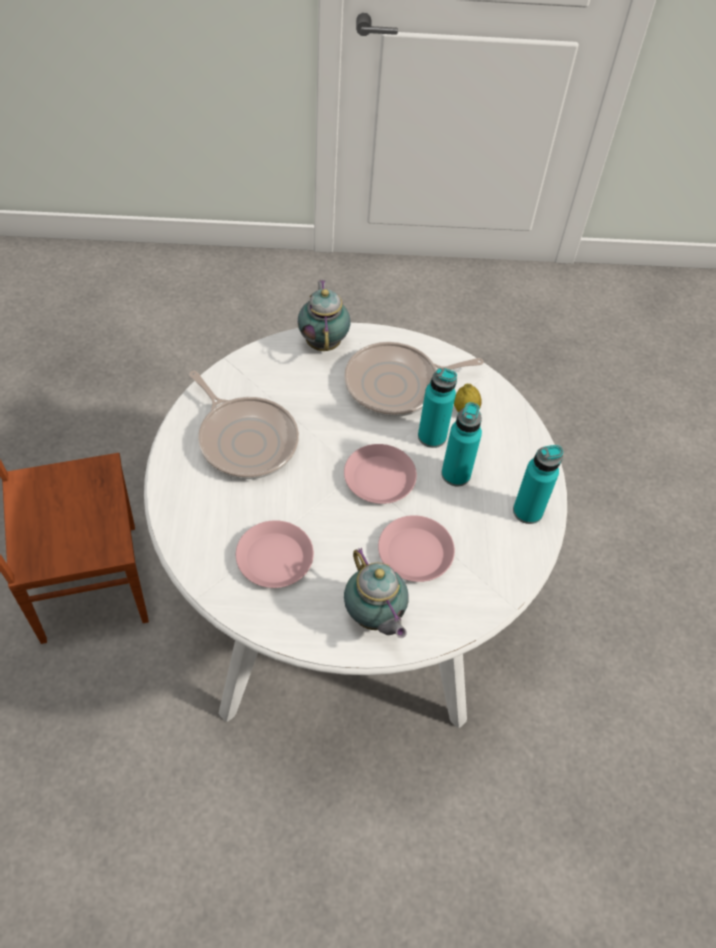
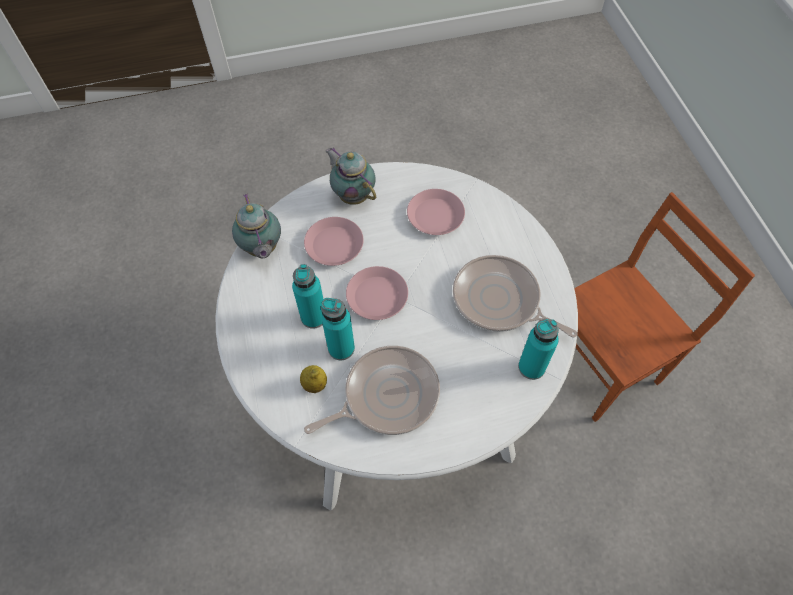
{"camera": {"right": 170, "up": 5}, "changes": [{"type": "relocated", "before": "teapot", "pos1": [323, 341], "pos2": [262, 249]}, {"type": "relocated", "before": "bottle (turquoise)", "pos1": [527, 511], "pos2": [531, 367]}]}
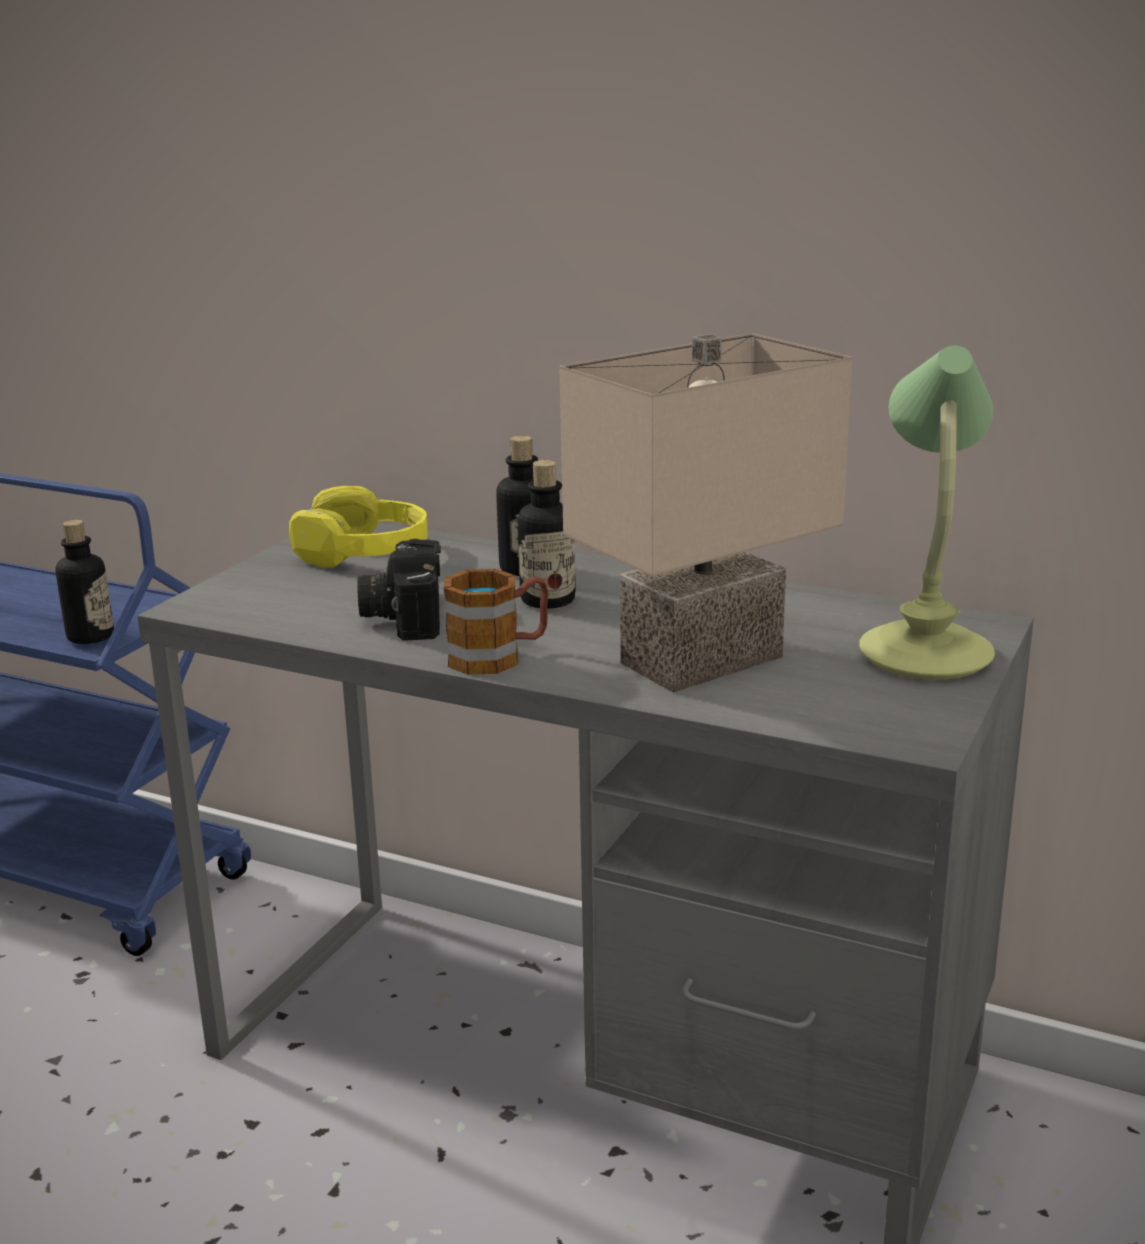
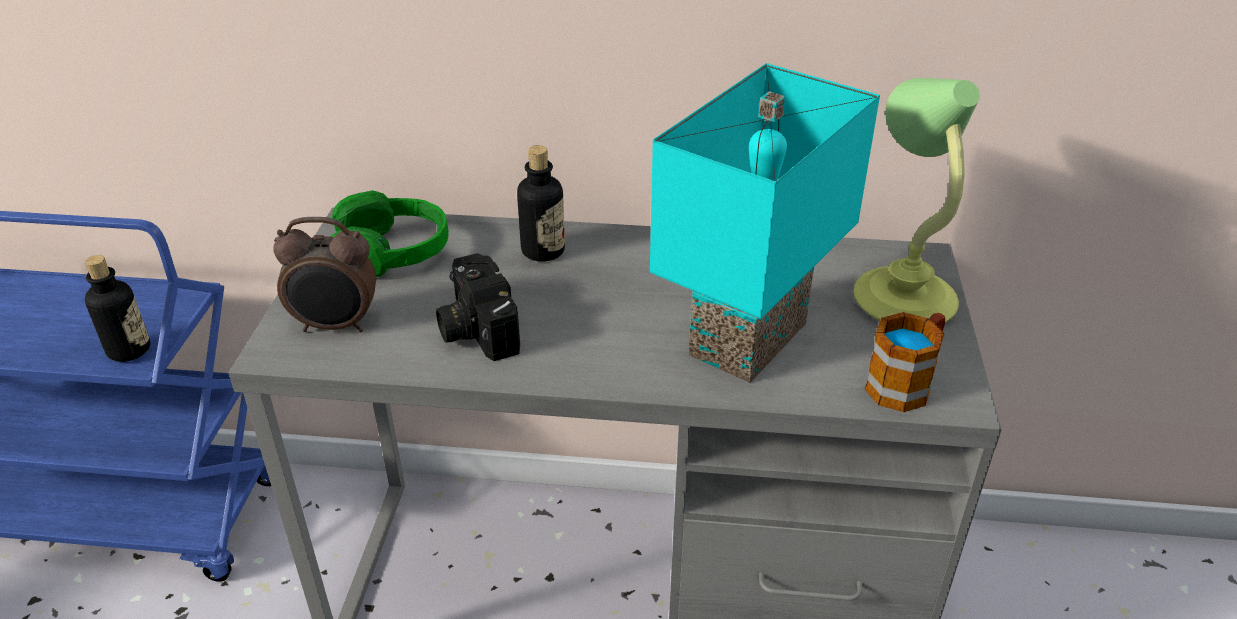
{"camera": {"right": -20, "up": 15}, "changes": [{"type": "missing", "before": "bottle", "pos1": [548, 600]}, {"type": "appeared", "after": "alarm clock", "pos2": [336, 326]}, {"type": "relocated", "before": "mug", "pos1": [499, 656], "pos2": [905, 382]}, {"type": "colour", "before": "headphones (yellow)", "after": "headphones (green)", "pos1": [364, 553], "pos2": [392, 252]}, {"type": "colour", "before": "table lamp (beige)", "after": "table lamp (turquoise)", "pos1": [704, 663], "pos2": [752, 342]}]}
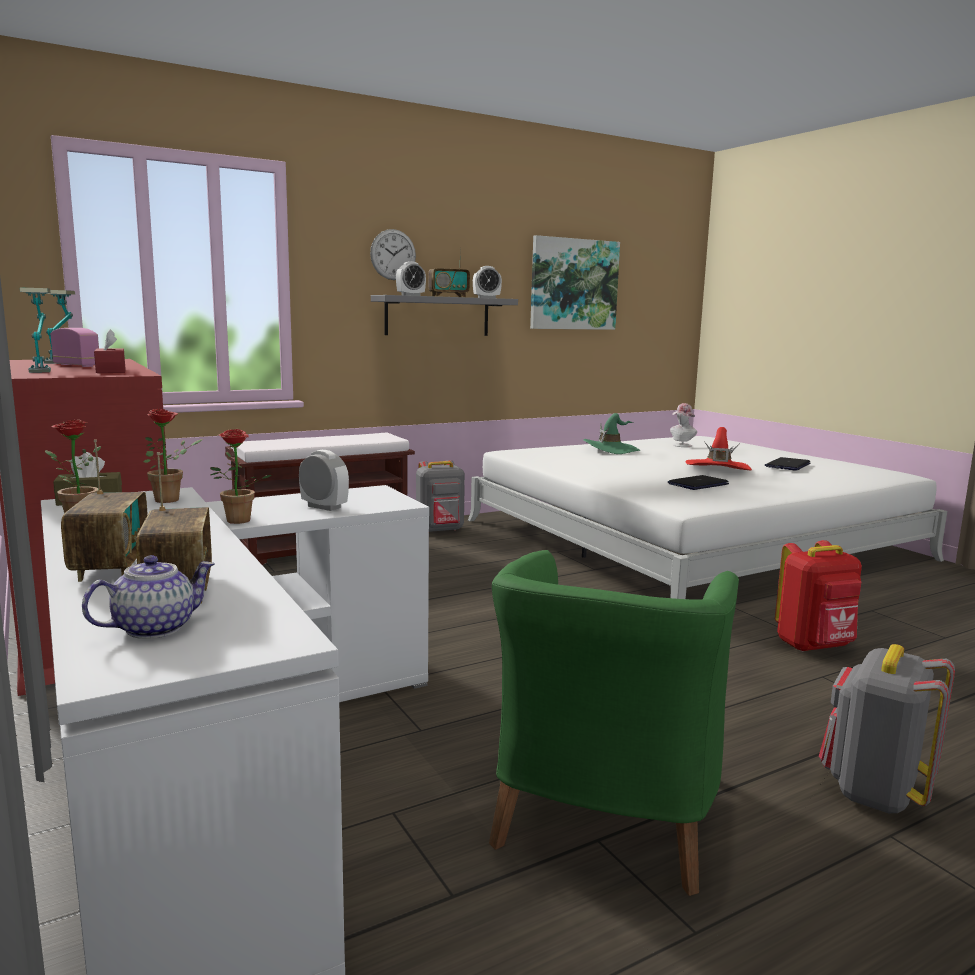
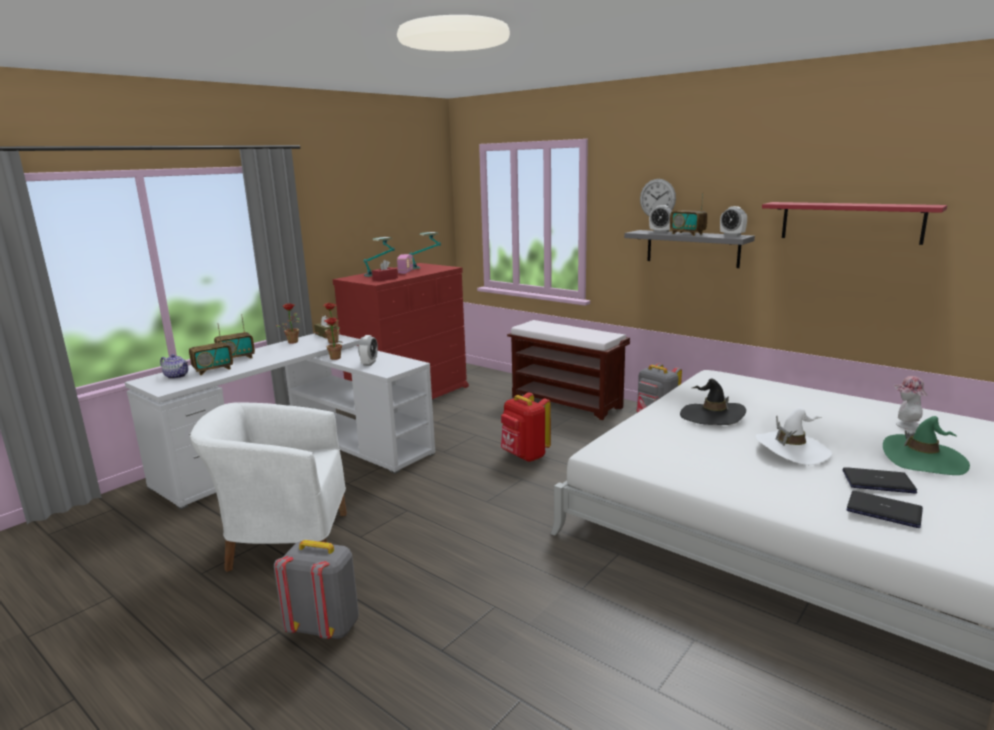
{"camera": {"right": 70, "up": 5}, "changes": [{"type": "appeared", "after": "hat (black)", "pos2": [712, 416]}, {"type": "relocated", "before": "hat (green)", "pos1": [611, 449], "pos2": [923, 459]}, {"type": "relocated", "before": "laptop", "pos1": [698, 484], "pos2": [884, 510]}, {"type": "relocated", "before": "backpack (red)", "pos1": [814, 646], "pos2": [524, 456]}, {"type": "exchanged", "before": "picture", "after": "shelf (red)", "pos1": [573, 284], "pos2": [850, 222]}, {"type": "colour", "before": "armchair (green)", "after": "armchair (white)", "pos1": [604, 815], "pos2": [283, 541]}, {"type": "colour", "before": "hat (red)", "after": "hat (white)", "pos1": [718, 468], "pos2": [792, 450]}]}
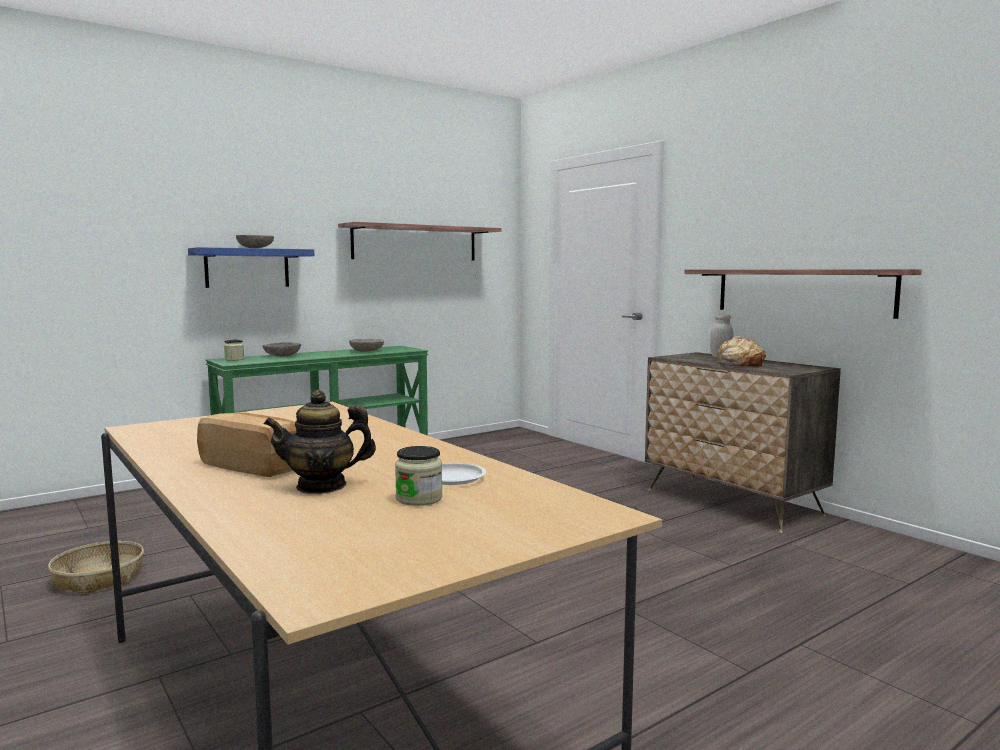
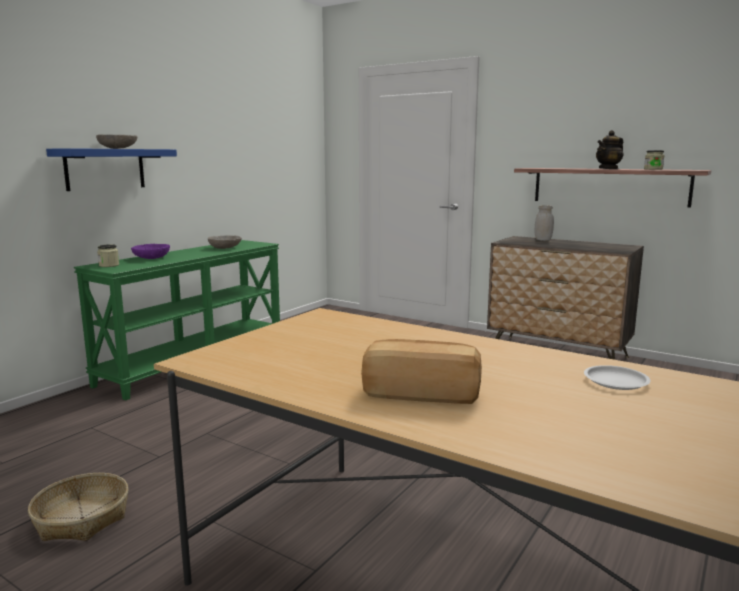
{"camera": {"right": -20, "up": 5}, "changes": [{"type": "missing", "before": "shelf", "pos1": [415, 243]}, {"type": "missing", "before": "bread", "pos1": [739, 363]}, {"type": "relocated", "before": "teapot", "pos1": [322, 486], "pos2": [608, 169]}, {"type": "relocated", "before": "jar", "pos1": [419, 499], "pos2": [653, 169]}, {"type": "colour", "before": "bowl (grey)", "after": "bowl (purple)", "pos1": [282, 356], "pos2": [151, 258]}]}
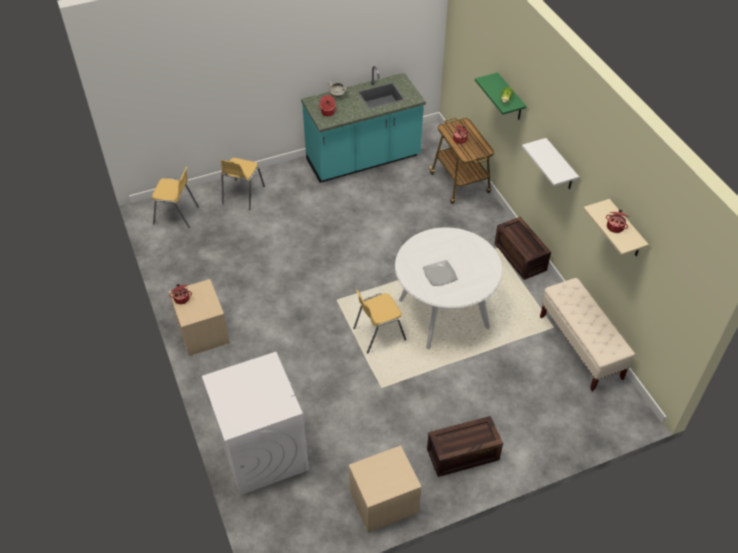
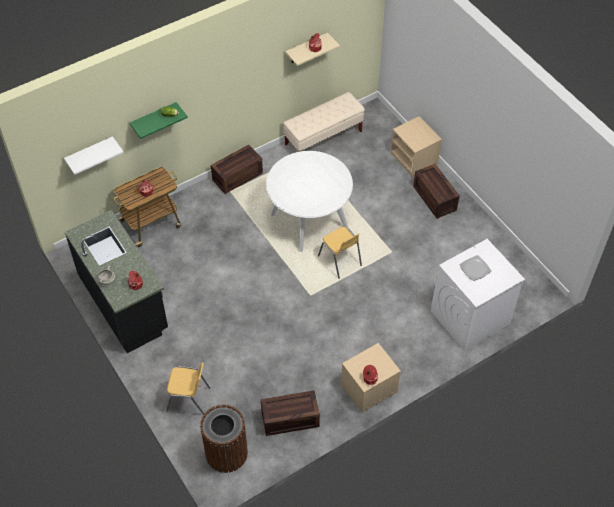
{"camera": {"right": -100, "up": 5}, "changes": [{"type": "appeared", "after": "crate", "pos2": [289, 420]}, {"type": "relocated", "before": "nightstand (beige)", "pos1": [383, 503], "pos2": [414, 159]}, {"type": "relocated", "before": "plate", "pos1": [440, 274], "pos2": [475, 268]}, {"type": "relocated", "before": "shelf (white)", "pos1": [560, 165], "pos2": [90, 153]}, {"type": "exchanged", "before": "chair (yellow)", "after": "trash can (brown)", "pos1": [177, 215], "pos2": [226, 453]}, {"type": "colour", "before": "counter (turquoise)", "after": "counter (black)", "pos1": [363, 160], "pos2": [124, 303]}]}
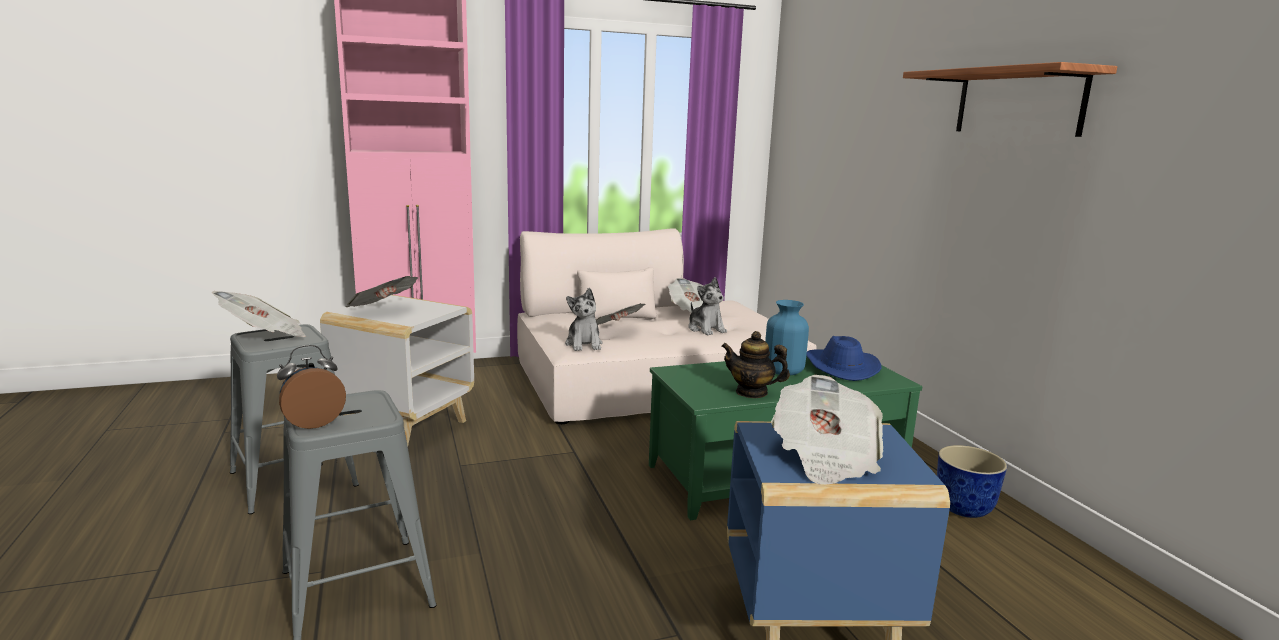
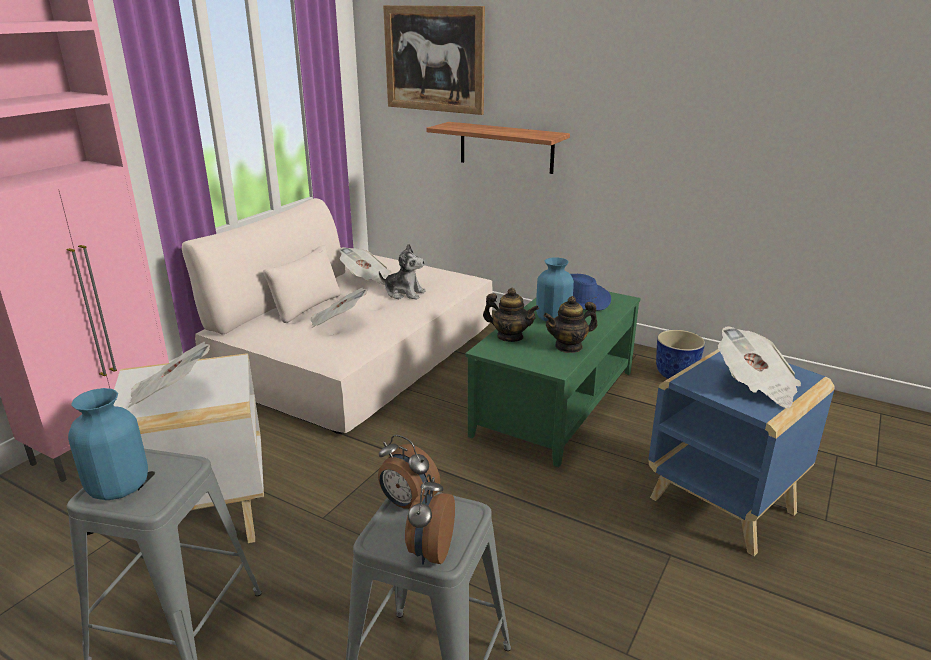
{"camera": {"right": -40, "up": 10}, "changes": [{"type": "missing", "before": "plush toy", "pos1": [584, 344]}, {"type": "appeared", "after": "alarm clock", "pos2": [407, 503]}, {"type": "appeared", "after": "picture", "pos2": [434, 59]}, {"type": "appeared", "after": "teapot", "pos2": [510, 337]}, {"type": "relocated", "before": "shelf", "pos1": [1018, 102], "pos2": [506, 147]}, {"type": "exchanged", "before": "newspaper", "after": "vase (blue)", "pos1": [264, 335], "pos2": [118, 487]}]}
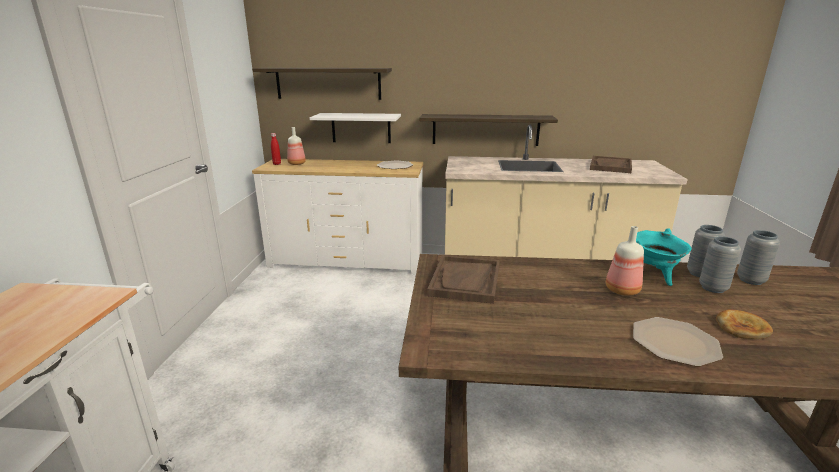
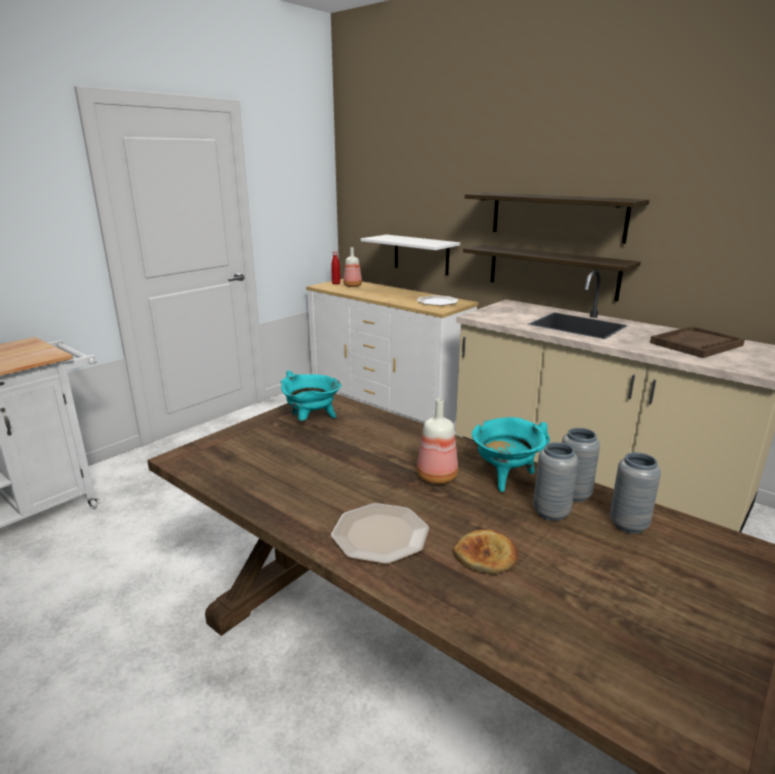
{"camera": {"right": 35, "up": 0}, "changes": [{"type": "relocated", "before": "shelf", "pos1": [328, 83], "pos2": [557, 216]}, {"type": "exchanged", "before": "tray (brown)", "after": "cooking pot (turquoise)", "pos1": [465, 280], "pos2": [311, 421]}]}
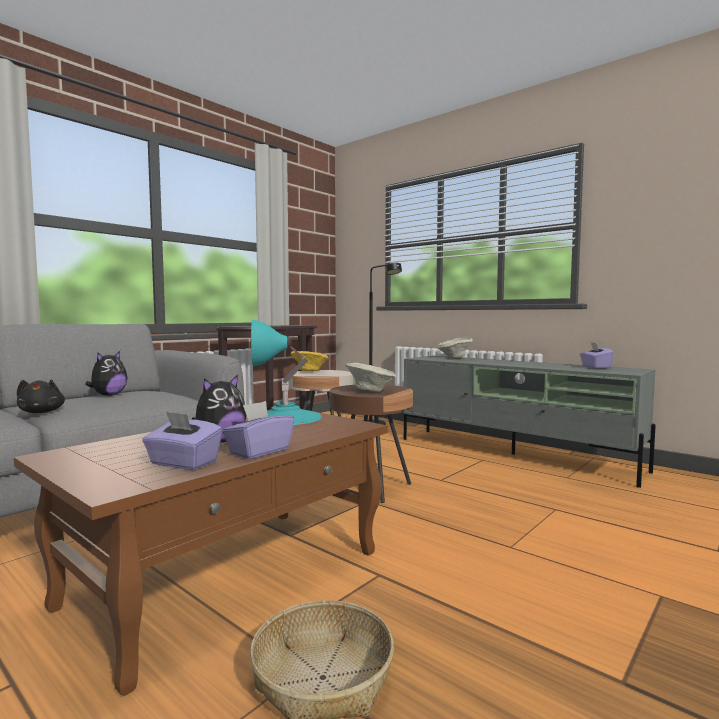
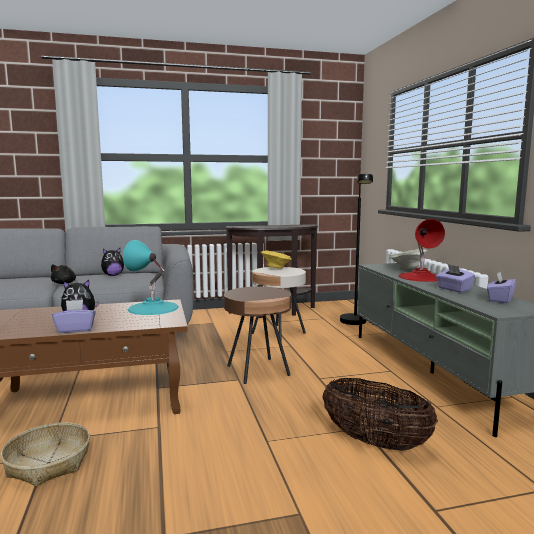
{"camera": {"right": 35, "up": 5}, "changes": [{"type": "missing", "before": "bowl (beige)", "pos1": [371, 391]}, {"type": "appeared", "after": "basket", "pos2": [375, 442]}, {"type": "appeared", "after": "table lamp (red)", "pos2": [421, 277]}, {"type": "relocated", "before": "tissue box (purple)", "pos1": [183, 463], "pos2": [453, 289]}]}
